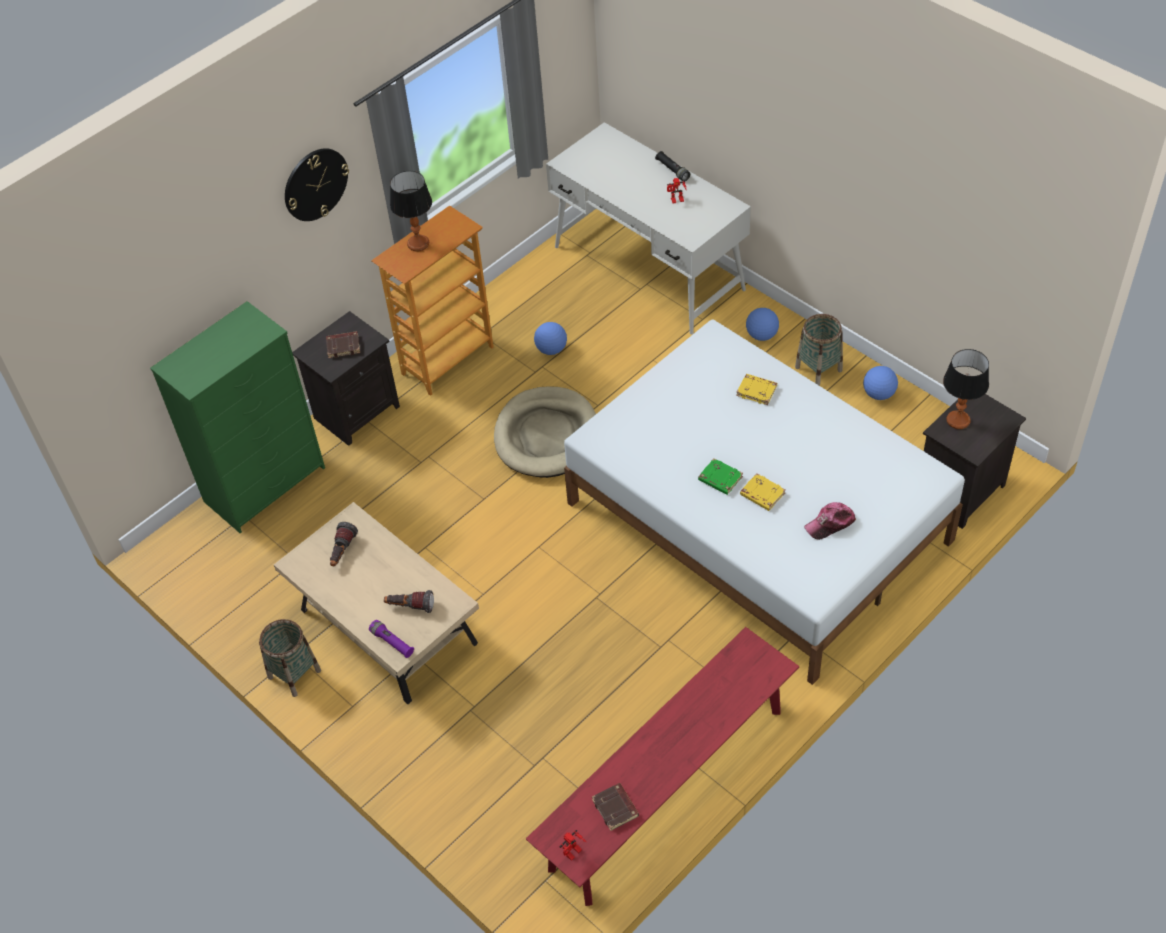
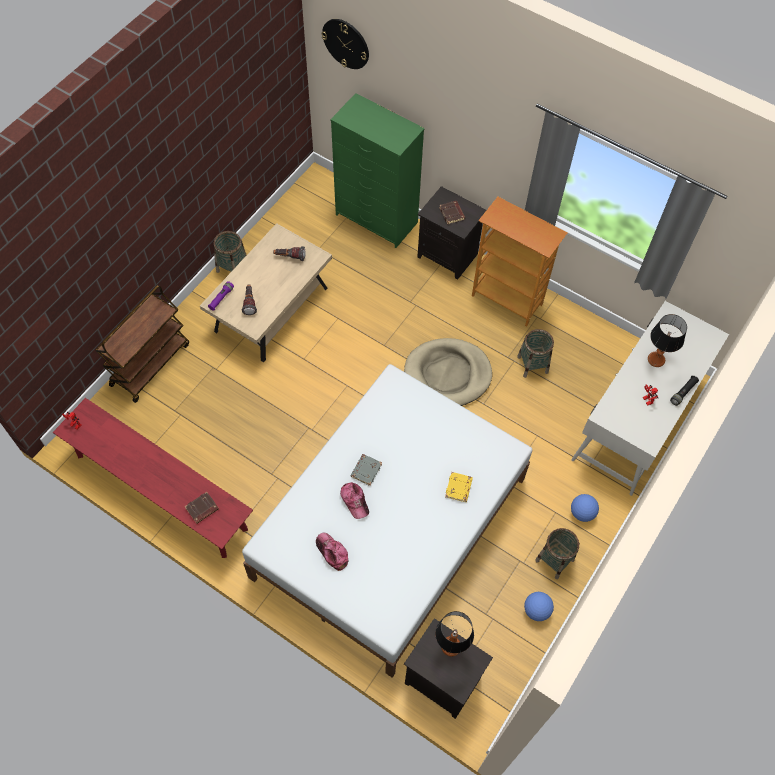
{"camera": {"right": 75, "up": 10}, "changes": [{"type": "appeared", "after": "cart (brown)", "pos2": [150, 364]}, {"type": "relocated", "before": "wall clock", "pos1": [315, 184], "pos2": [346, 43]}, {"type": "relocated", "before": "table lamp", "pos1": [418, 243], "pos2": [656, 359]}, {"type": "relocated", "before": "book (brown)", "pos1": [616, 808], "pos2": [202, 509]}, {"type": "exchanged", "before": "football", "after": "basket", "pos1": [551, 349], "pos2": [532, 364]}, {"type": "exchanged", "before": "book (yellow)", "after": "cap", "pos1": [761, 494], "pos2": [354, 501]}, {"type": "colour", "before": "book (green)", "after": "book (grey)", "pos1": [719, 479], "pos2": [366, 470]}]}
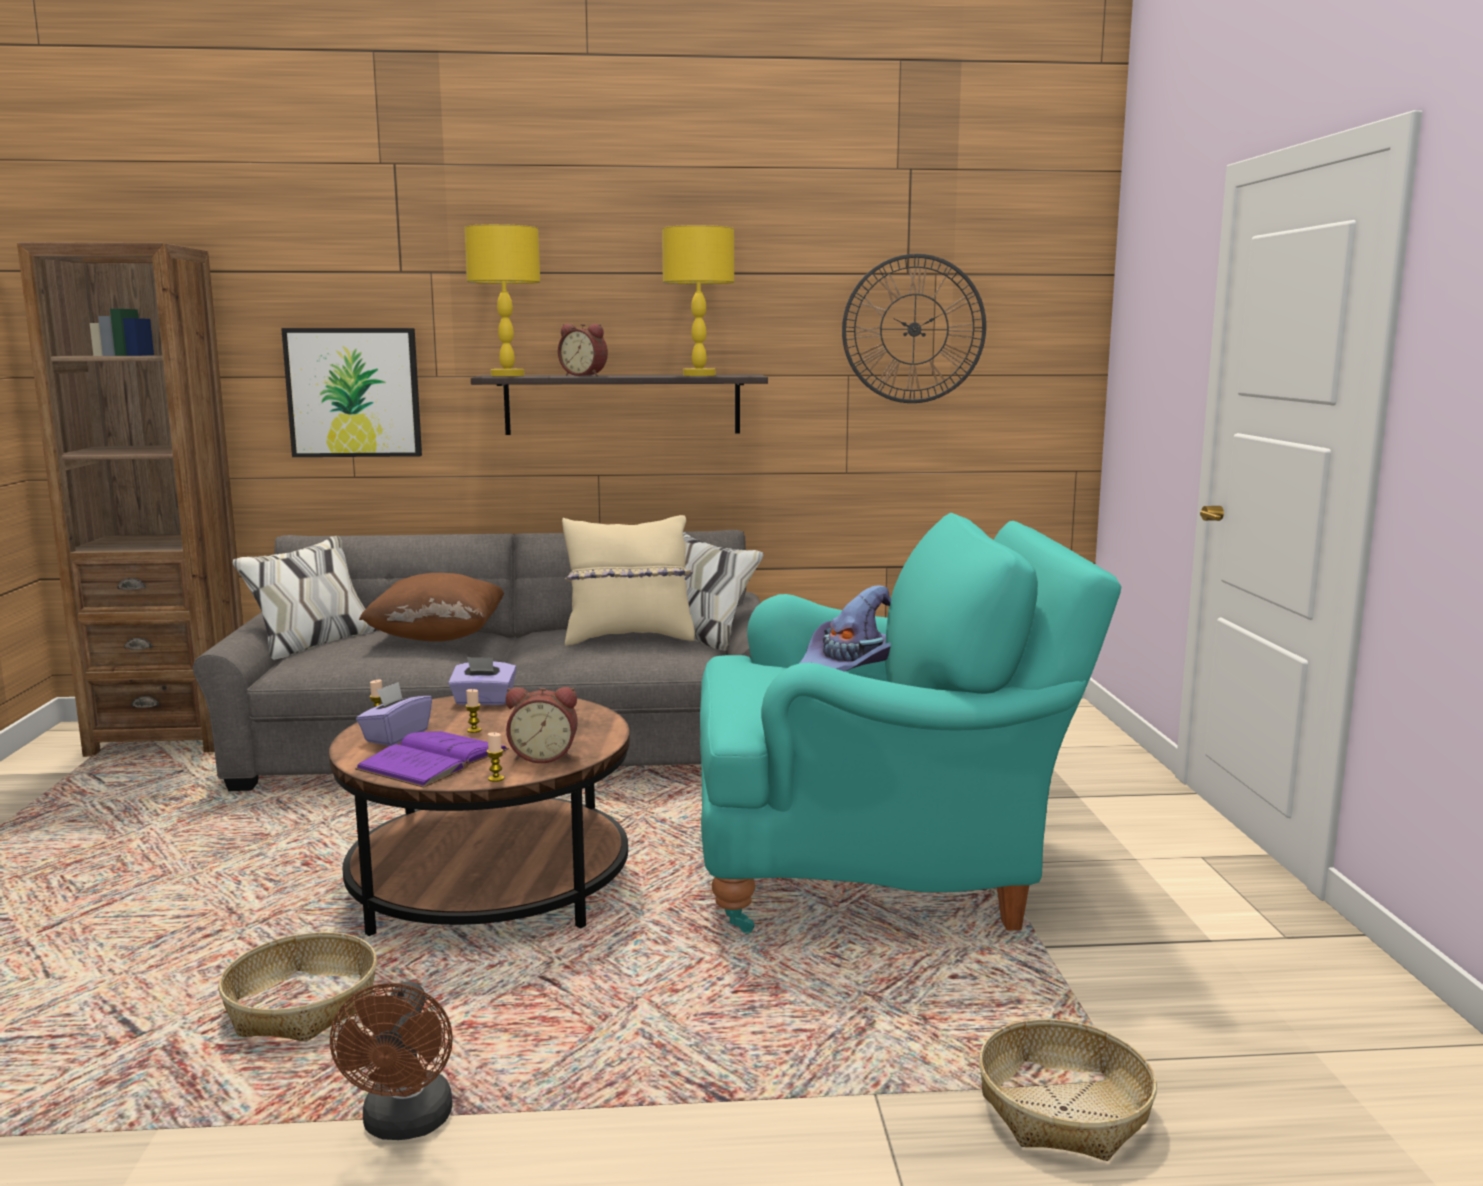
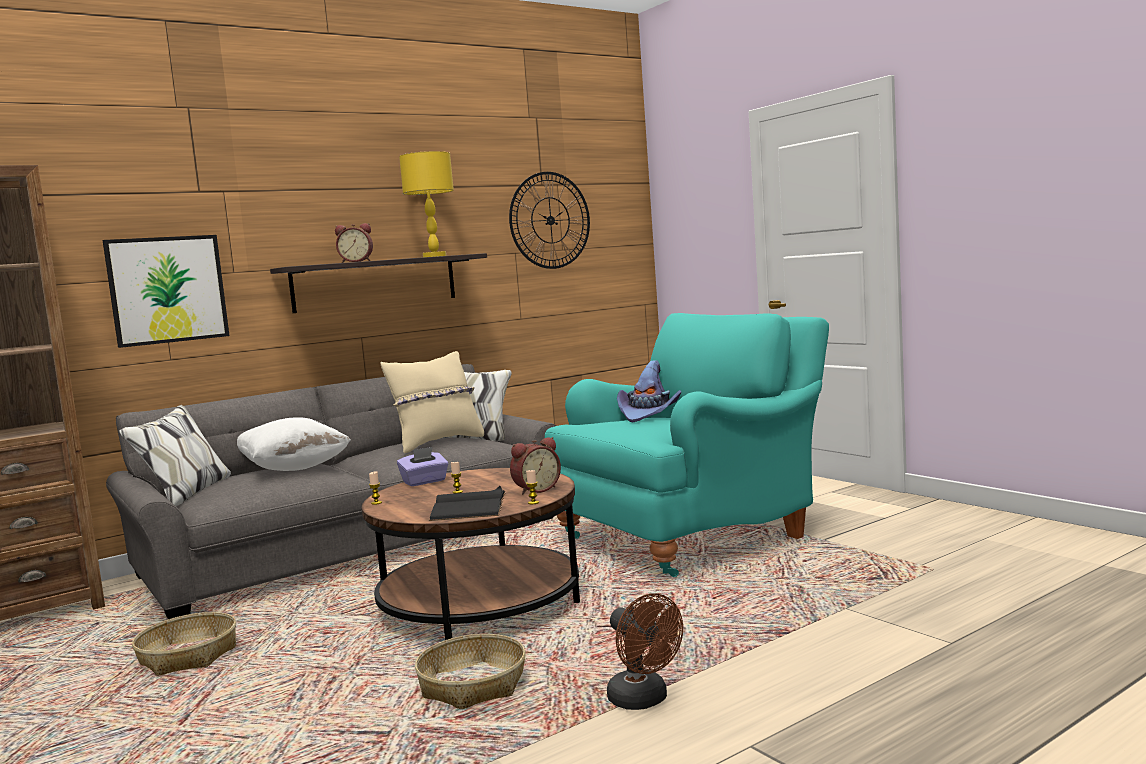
{"camera": {"right": -30, "up": -5}, "changes": [{"type": "missing", "before": "tissue box (purple)", "pos1": [396, 736]}, {"type": "missing", "before": "table lamp (yellow)", "pos1": [508, 375]}, {"type": "relocated", "before": "basket", "pos1": [1064, 1109], "pos2": [189, 656]}, {"type": "colour", "before": "book (purple)", "after": "book (black)", "pos1": [433, 759], "pos2": [469, 506]}, {"type": "colour", "before": "pillow (brown)", "after": "pillow (white)", "pos1": [437, 637], "pos2": [293, 469]}]}
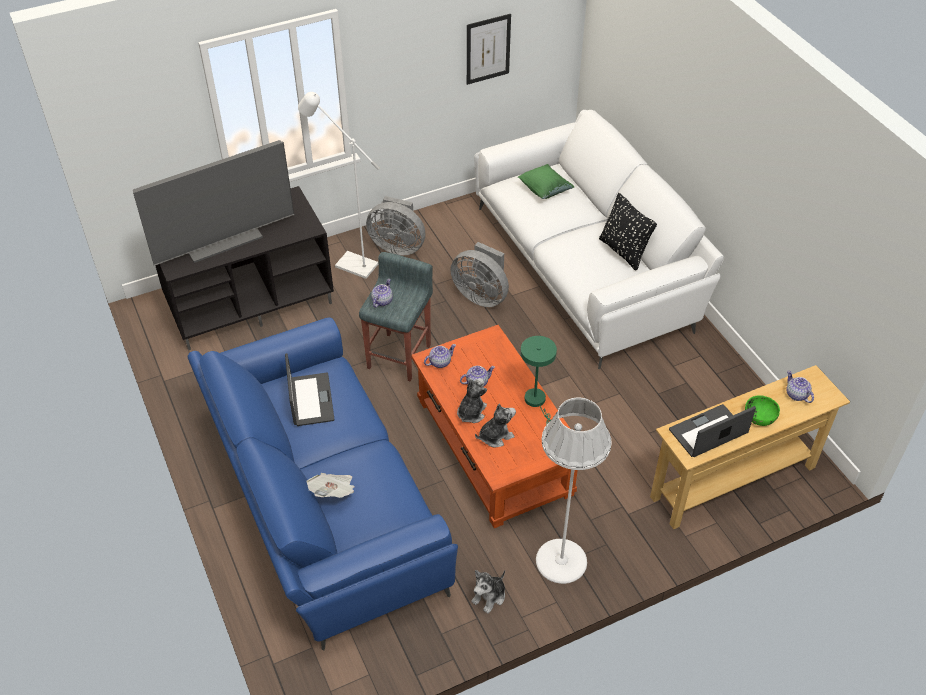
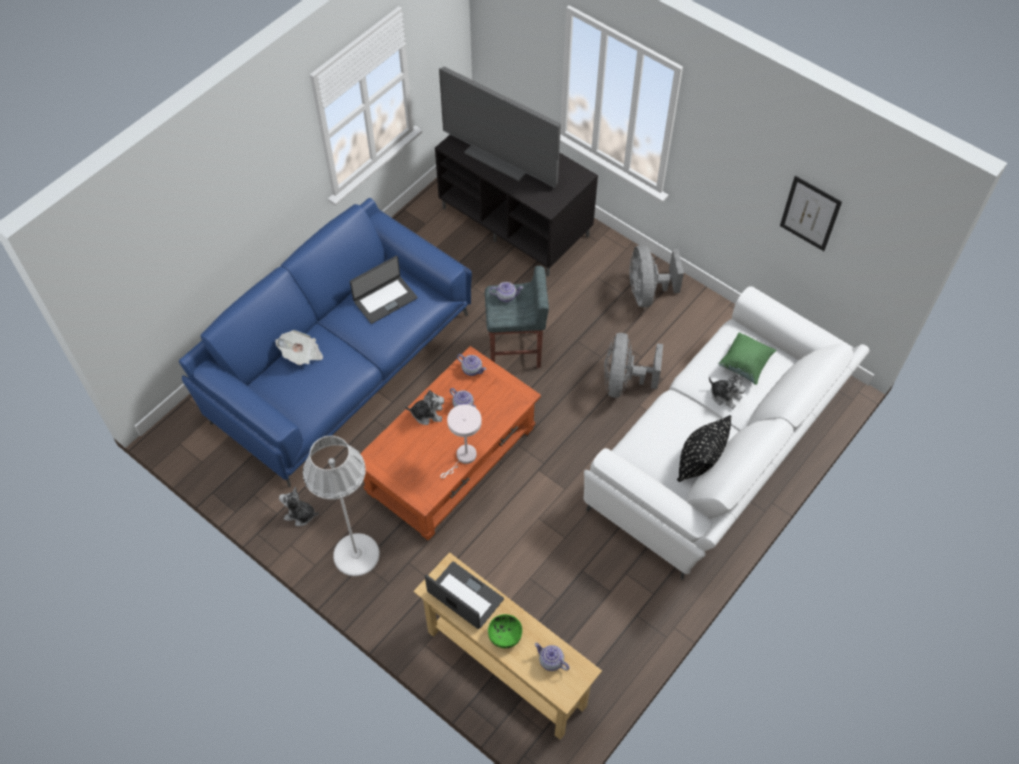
{"camera": {"right": 65, "up": 10}, "changes": [{"type": "missing", "before": "floor lamp (white)", "pos1": [350, 263]}, {"type": "relocated", "before": "plush toy", "pos1": [495, 436], "pos2": [725, 396]}, {"type": "colour", "before": "table lamp (green)", "after": "table lamp (white)", "pos1": [537, 401], "pos2": [464, 457]}, {"type": "spun", "before": "teapot", "pos1": [796, 394], "pos2": [550, 661], "turn": -90}]}
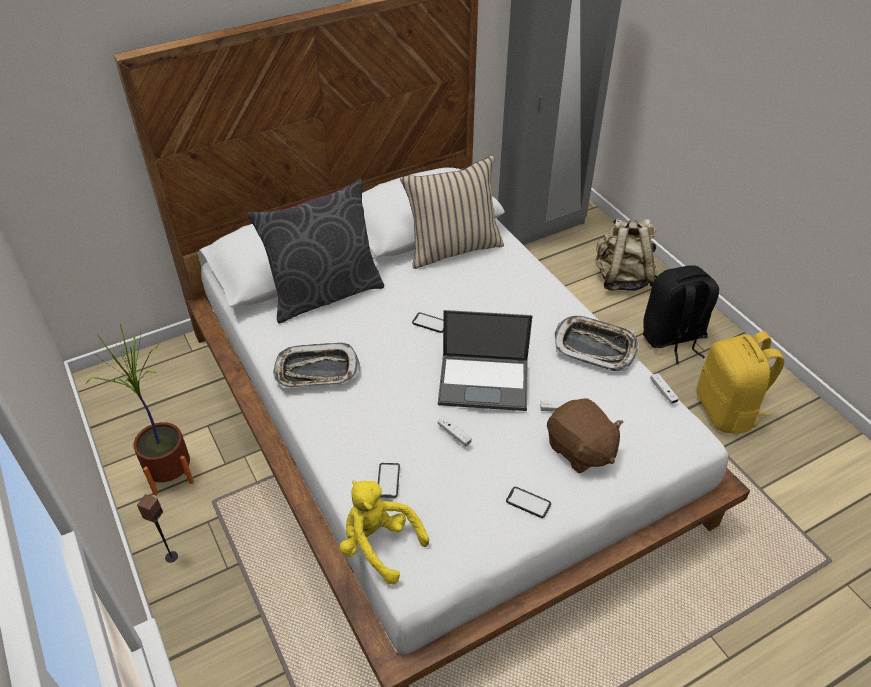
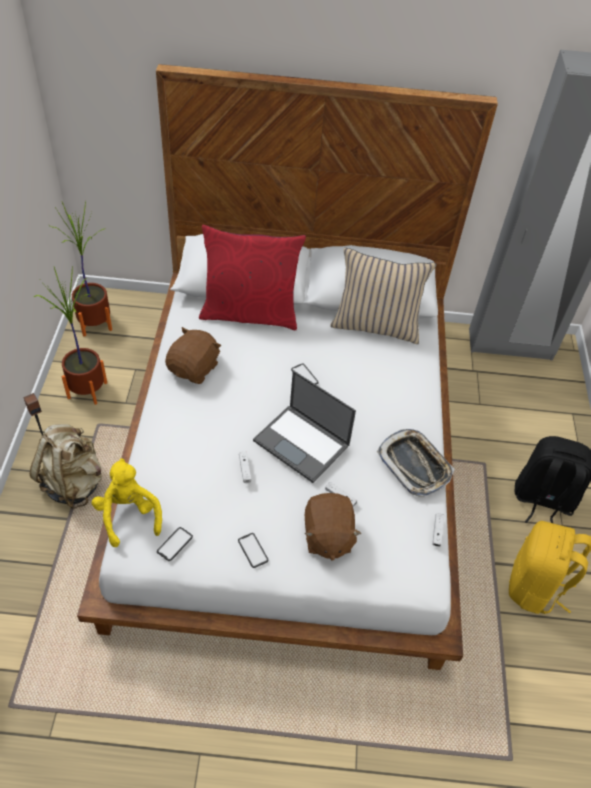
{"camera": {"right": 30, "up": 5}, "changes": [{"type": "appeared", "after": "potted plant", "pos2": [95, 323]}, {"type": "relocated", "before": "phone", "pos1": [388, 480], "pos2": [174, 544]}, {"type": "relocated", "before": "backpack (beige)", "pos1": [622, 279], "pos2": [73, 483]}, {"type": "exchanged", "before": "tray", "after": "plush toy (brown)", "pos1": [316, 371], "pos2": [194, 368]}, {"type": "colour", "before": "pillow (grey)", "after": "pillow (red)", "pos1": [324, 293], "pos2": [250, 313]}]}
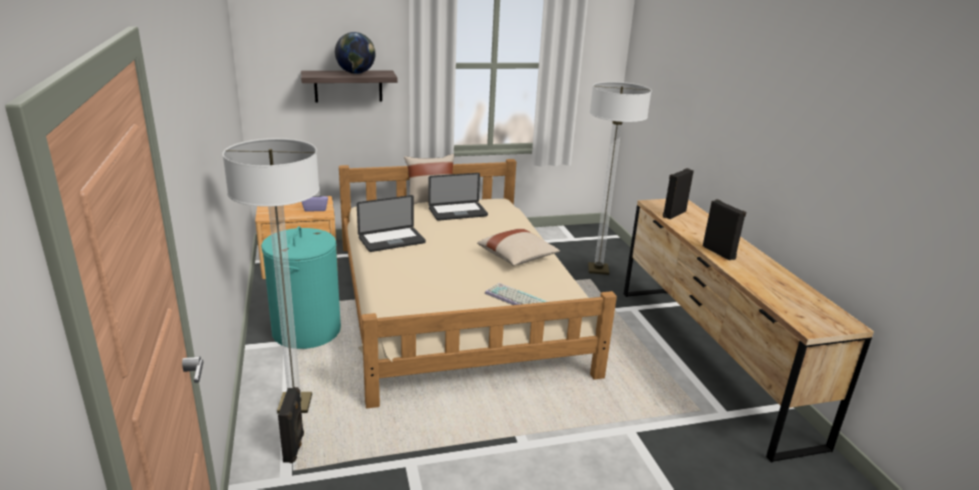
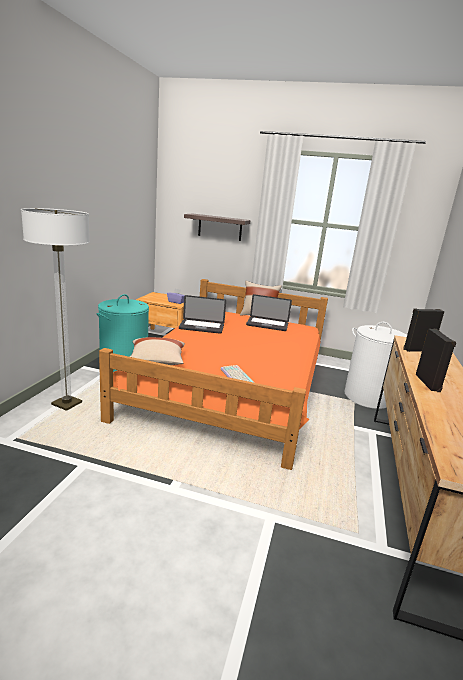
{"camera": {"right": 30, "up": -5}, "changes": [{"type": "missing", "before": "speaker (black)", "pos1": [294, 447]}, {"type": "missing", "before": "globe", "pos1": [356, 73]}, {"type": "relocated", "before": "pillow (beige)", "pos1": [517, 258], "pos2": [156, 362]}, {"type": "exchanged", "before": "floor lamp", "after": "laundry basket (white)", "pos1": [598, 269], "pos2": [368, 397]}, {"type": "colour", "before": "bed (beige)", "after": "bed (orange)", "pos1": [455, 304], "pos2": [231, 384]}]}
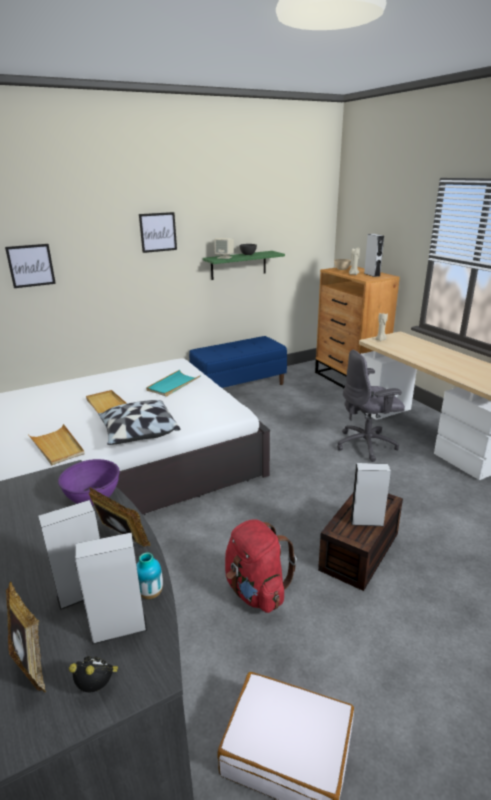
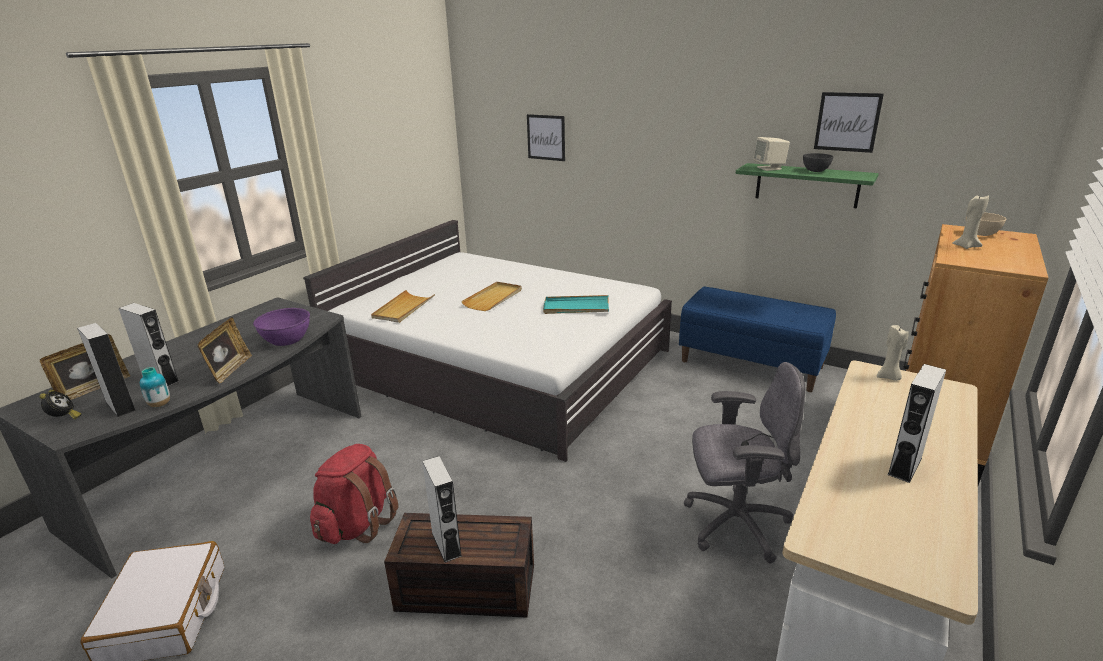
{"camera": {"right": 60, "up": 0}, "changes": [{"type": "missing", "before": "pillow", "pos1": [138, 433]}, {"type": "relocated", "before": "picture", "pos1": [158, 232], "pos2": [847, 122]}, {"type": "relocated", "before": "speaker (grey)", "pos1": [372, 274], "pos2": [905, 466]}, {"type": "spun", "before": "office chair (grey)", "pos1": [367, 445], "pos2": [734, 524], "turn": 135}]}
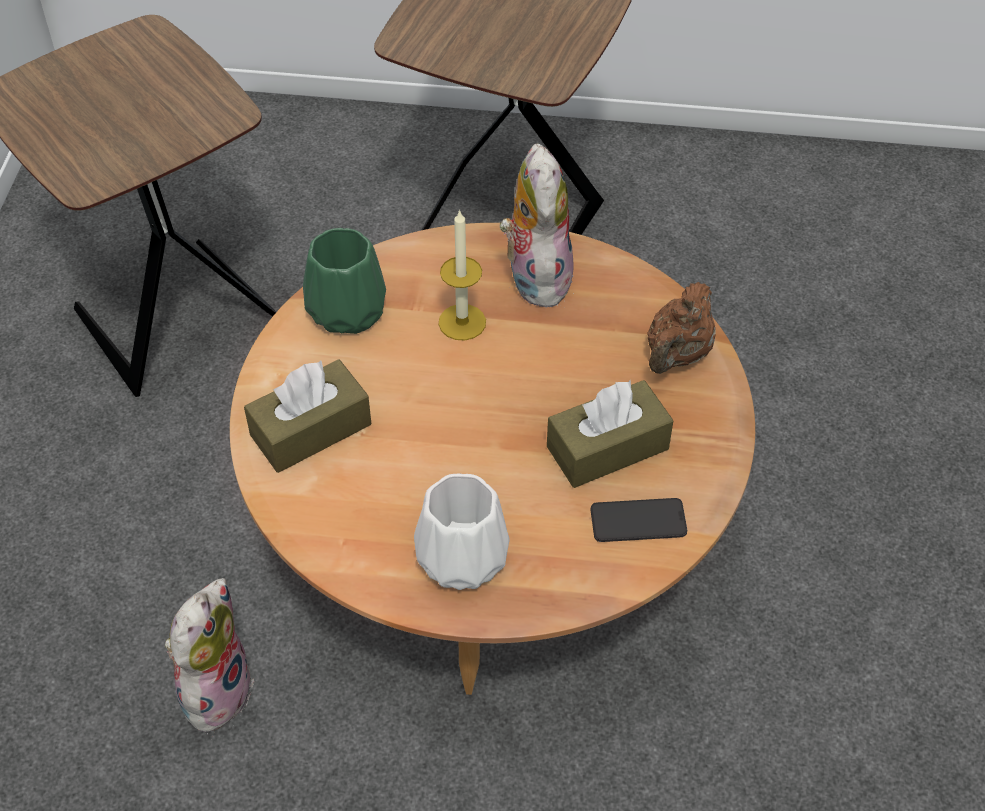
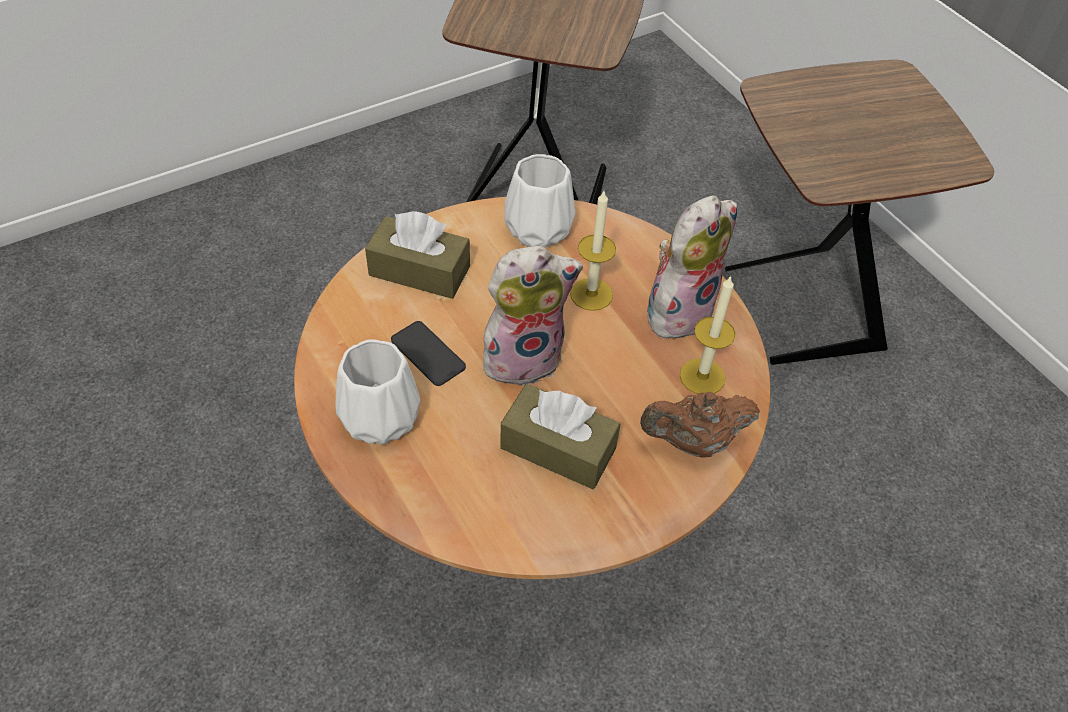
{"camera": {"right": 50, "up": 0}, "changes": [{"type": "appeared", "after": "candle", "pos2": [702, 376]}, {"type": "relocated", "before": "plush toy", "pos1": [214, 689], "pos2": [524, 356]}, {"type": "relocated", "before": "phone", "pos1": [638, 521], "pos2": [428, 354]}, {"type": "colour", "before": "vase (green)", "after": "vase (white)", "pos1": [349, 311], "pos2": [540, 230]}]}
